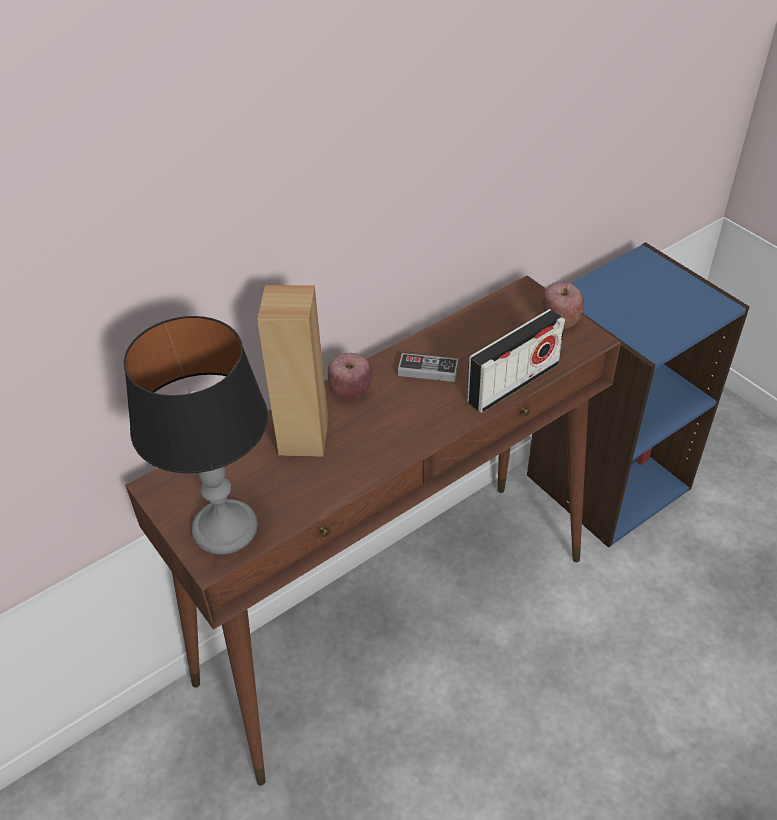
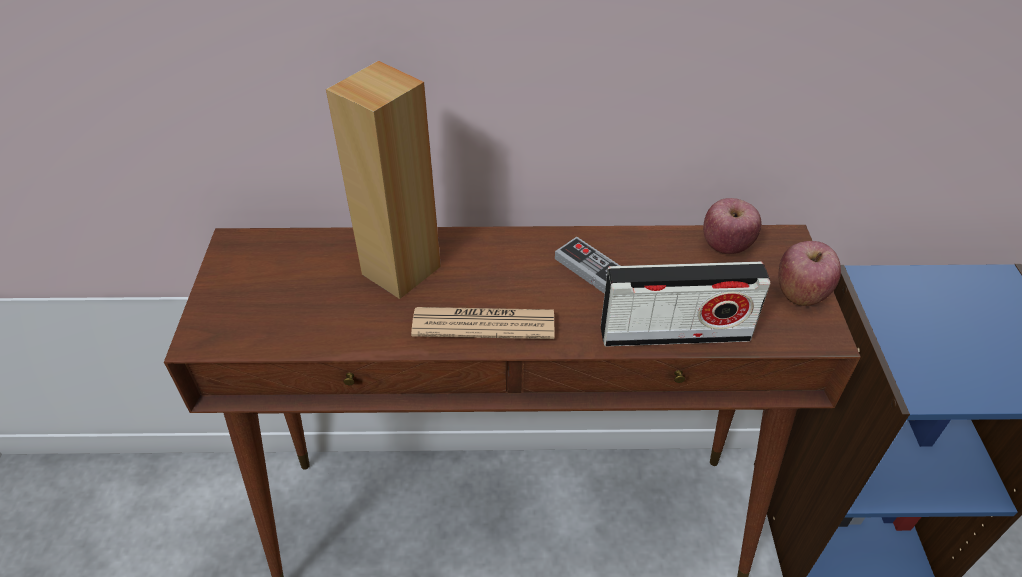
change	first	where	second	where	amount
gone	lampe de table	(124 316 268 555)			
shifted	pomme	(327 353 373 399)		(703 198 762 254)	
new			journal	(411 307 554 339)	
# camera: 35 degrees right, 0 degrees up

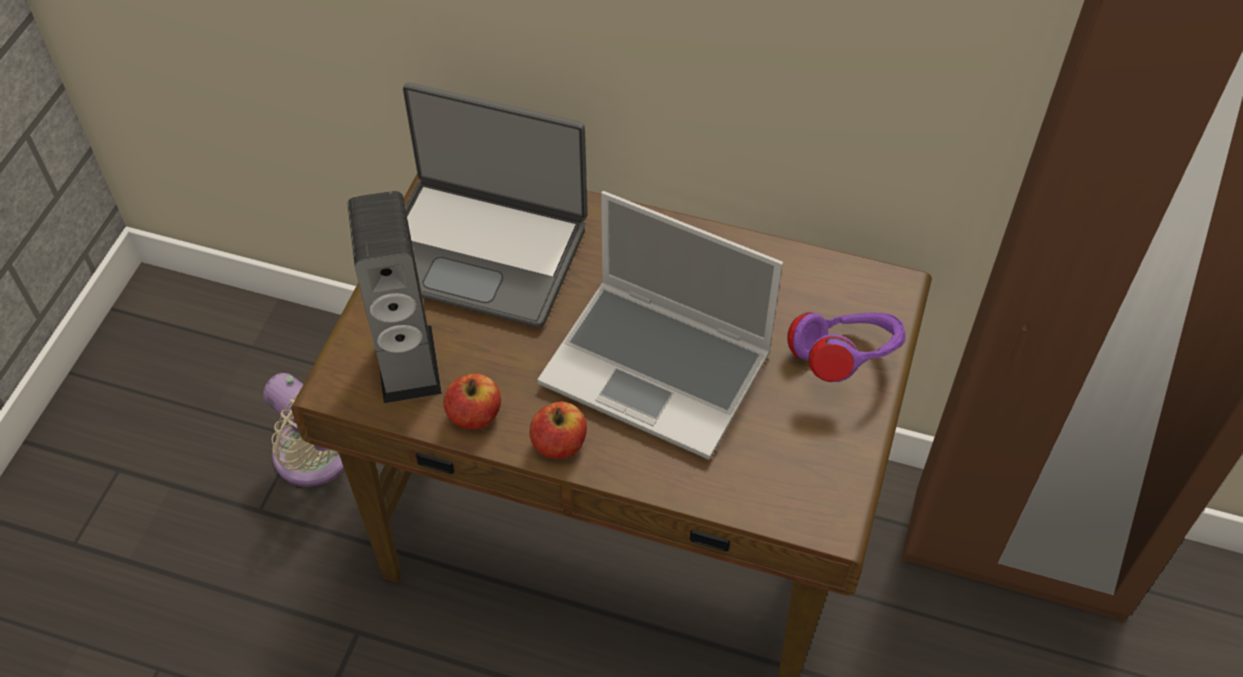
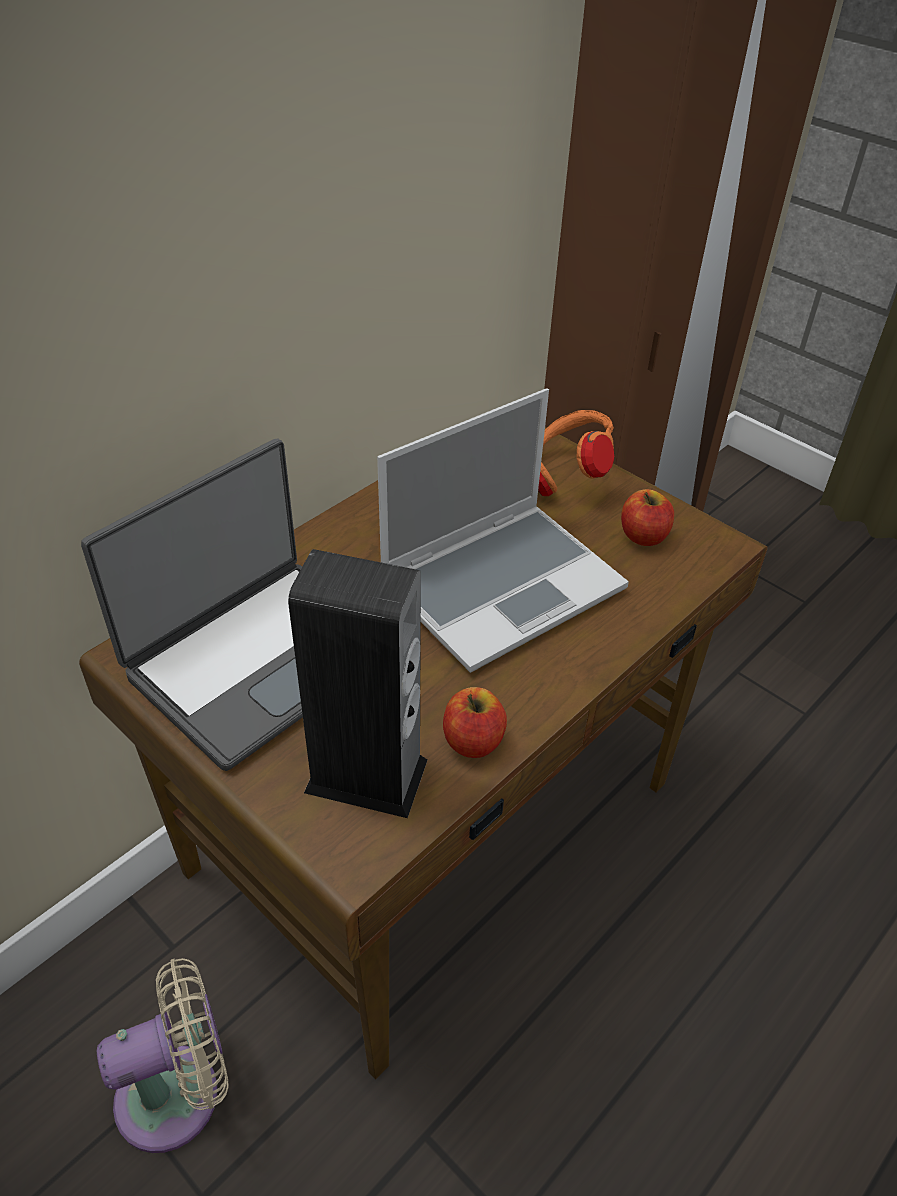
change	first	where	second	where	amount
shifted	pomme	(530 401 587 459)		(621 489 674 546)	
repainted	casque audio/violet	(787 312 906 382)	casque audio/orange	(538 410 614 496)	
# camera: 65 degrees left, 10 degrees down

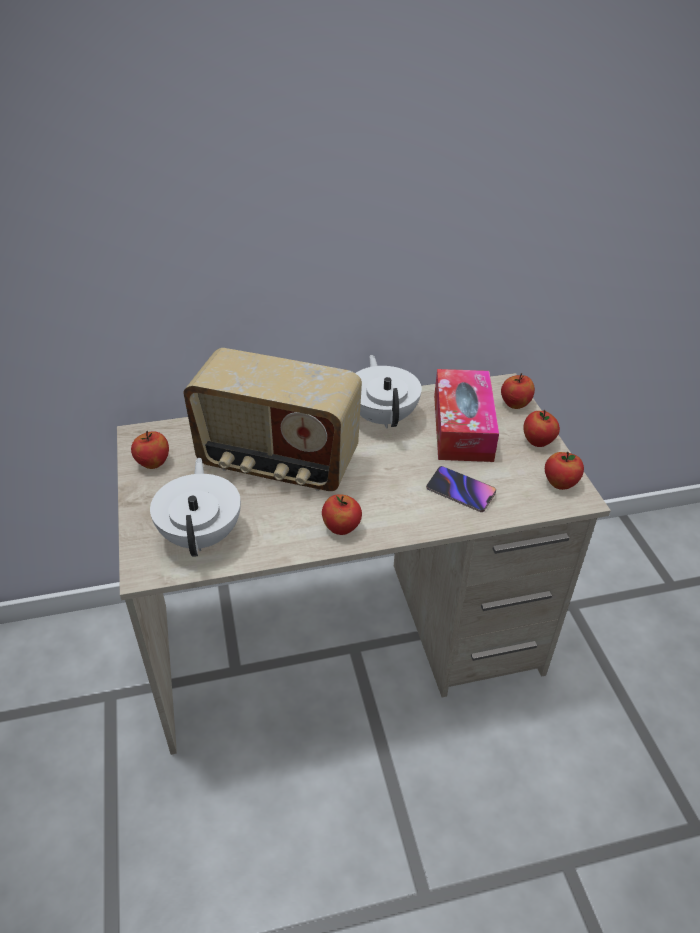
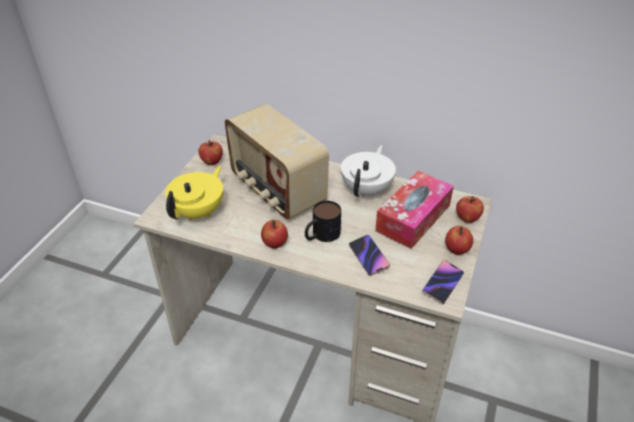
change	first	where	second	where	amount
repainted	théière/blanc	(150 458 241 557)	théière/jaune	(165 166 223 220)	
swapped	pomme	(545 452 584 490)	téléphone	(422 260 464 305)	
new			mug	(305 201 341 242)	
# camera: 35 degrees right, 0 degrees up

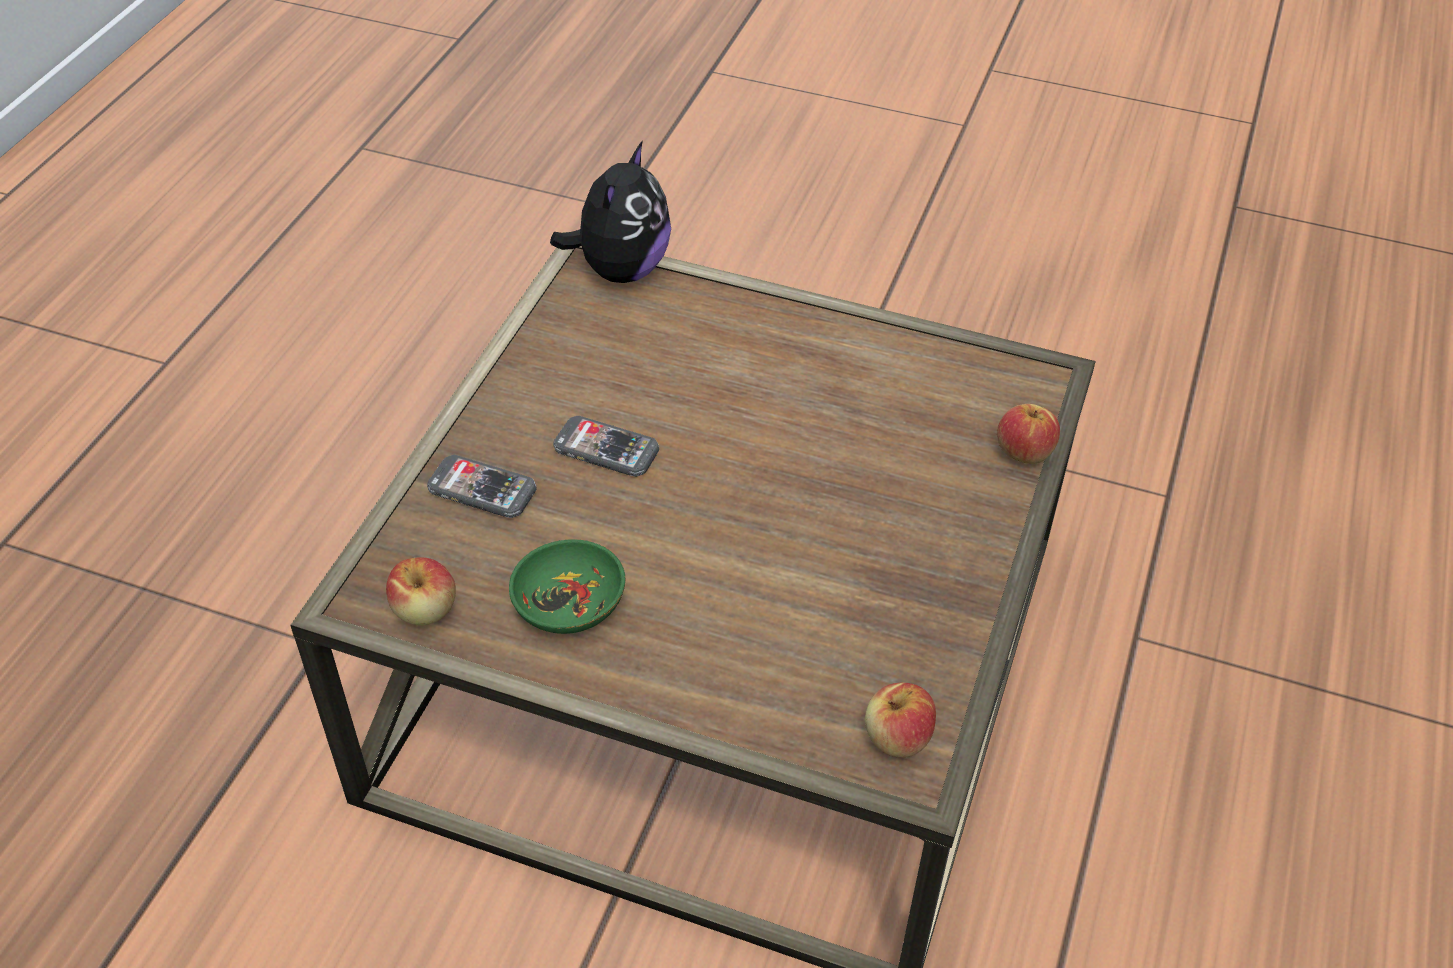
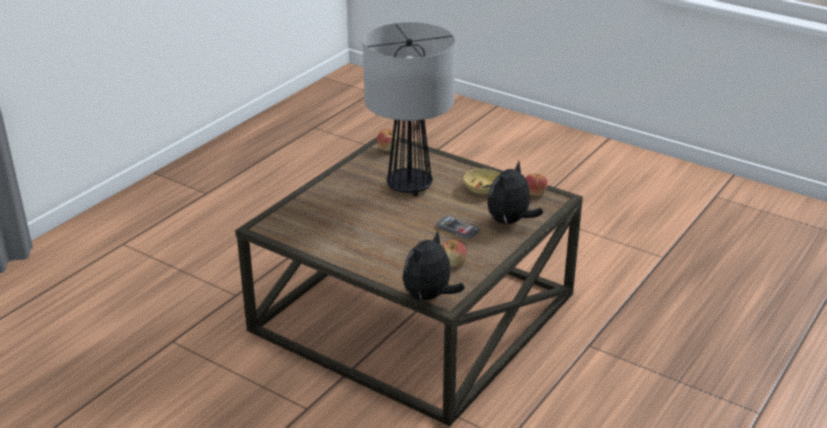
change	first	where	second	where	amount
swapped	téléphone	(427 455 537 518)	peluche	(487 160 543 224)	
repainted	bol/vert	(509 539 625 634)	bol/beige	(463 169 500 194)	
shifted	pomme	(997 404 1060 464)		(442 240 467 267)	
new			lampe de table	(363 22 456 196)	
# camera: 165 degrees left, 15 degrees down

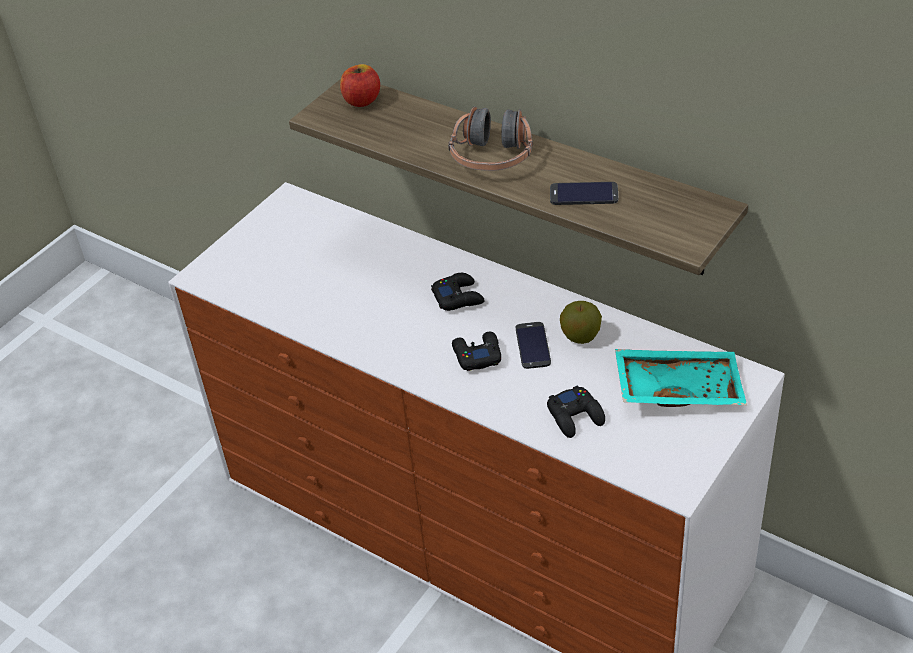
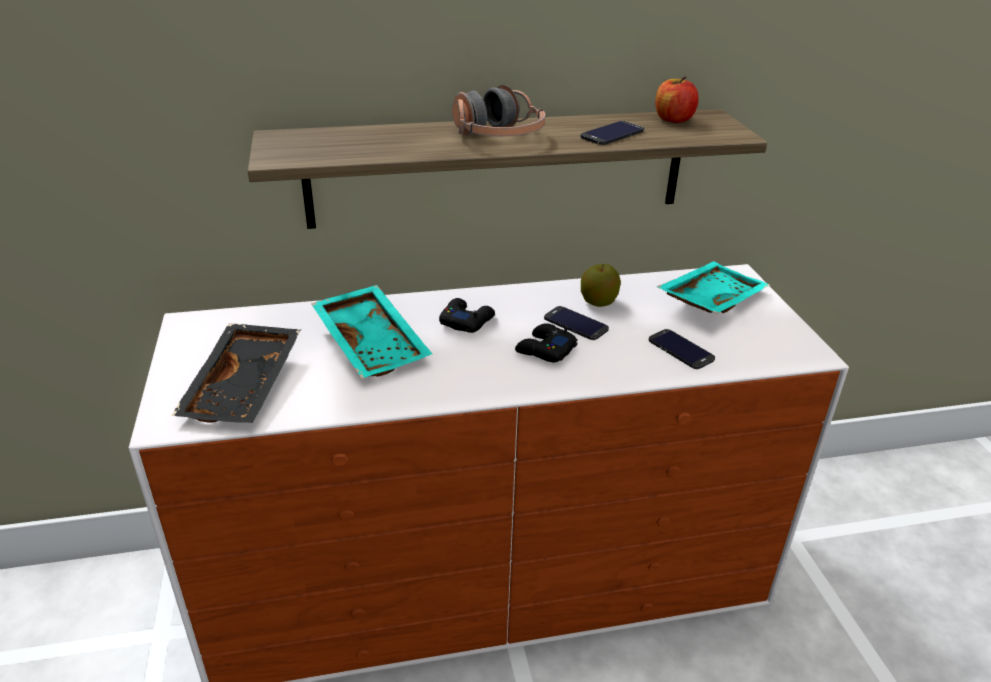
change	first	where	second	where	amount
shifted	pomme	(340 64 380 107)		(655 76 699 123)	
swapped	manette/noir	(547 385 605 438)	téléphone	(649 329 715 369)	
new			plateau/noir	(171 323 301 423)	
new			plateau/turquoise	(311 285 432 379)	
# camera: 50 degrees left, 10 degrees down

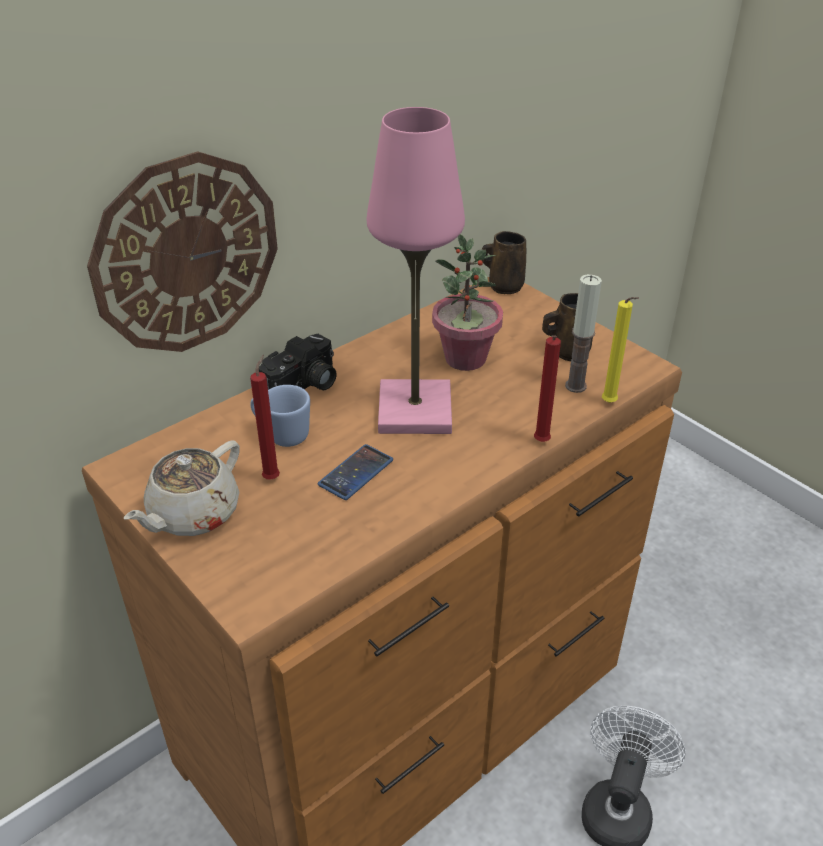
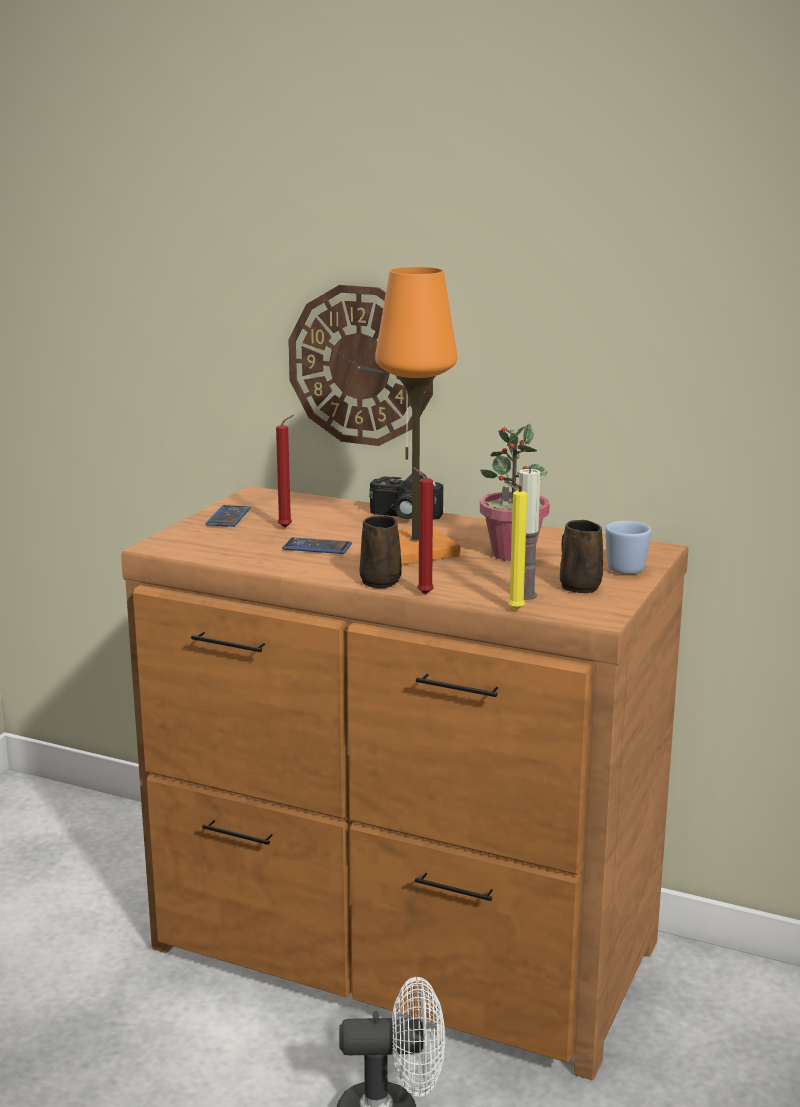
change	first	where	second	where	amount
swapped	théière/beige	(124 440 240 536)	téléphone	(205 505 251 527)	
shifted	mug/bleu	(250 385 310 447)		(605 521 651 574)	
repainted	lampe de table/rose	(367 107 465 434)	lampe de table/orange	(375 267 460 565)	
shifted	mug/marron	(482 231 526 294)		(360 515 402 588)	
# camera: 65 degrees right, 20 degrees down

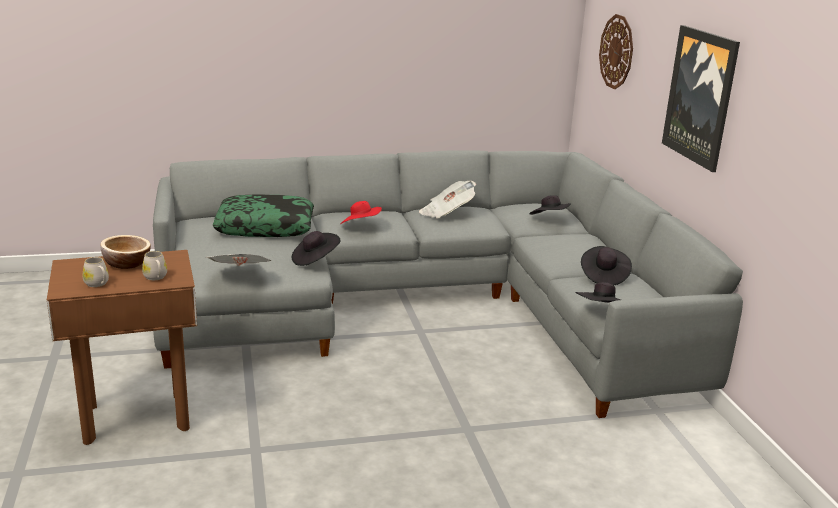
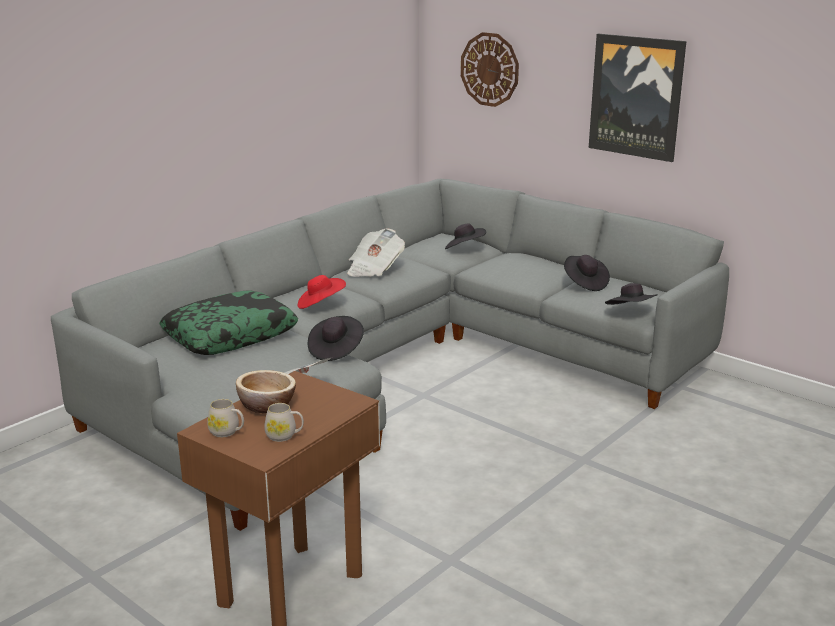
change	first	where	second	where	amount
shifted	mug/blanc	(142 251 167 280)		(207 399 244 437)	
# camera: 35 degrees left, 0 degrees up

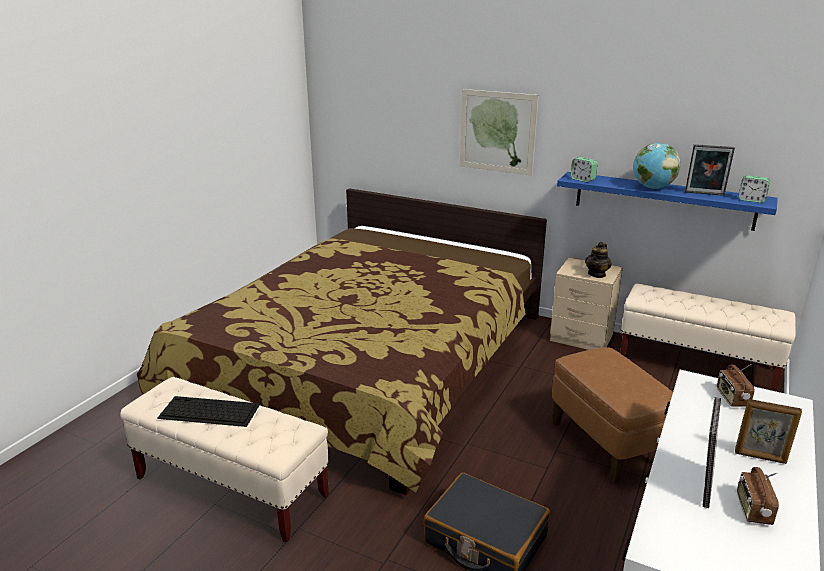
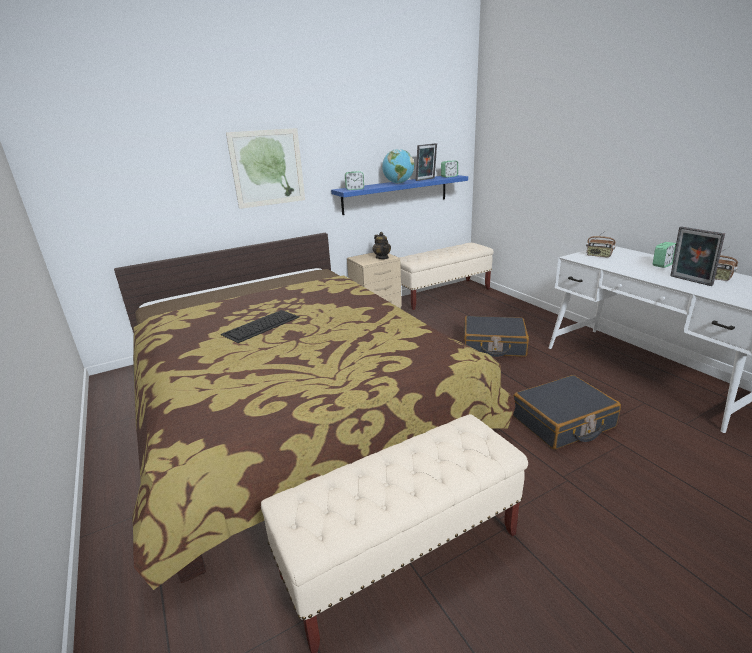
change	first	where	second	where	amount
shifted	clavier	(157 396 260 427)		(221 310 299 343)	
swapped	pouf/marron	(552 347 673 484)	valise/noir	(464 316 529 357)	
swapped	cadre photo	(735 399 802 464)	réveil	(653 242 676 268)	
# camera: 55 degrees left, 0 degrees up

